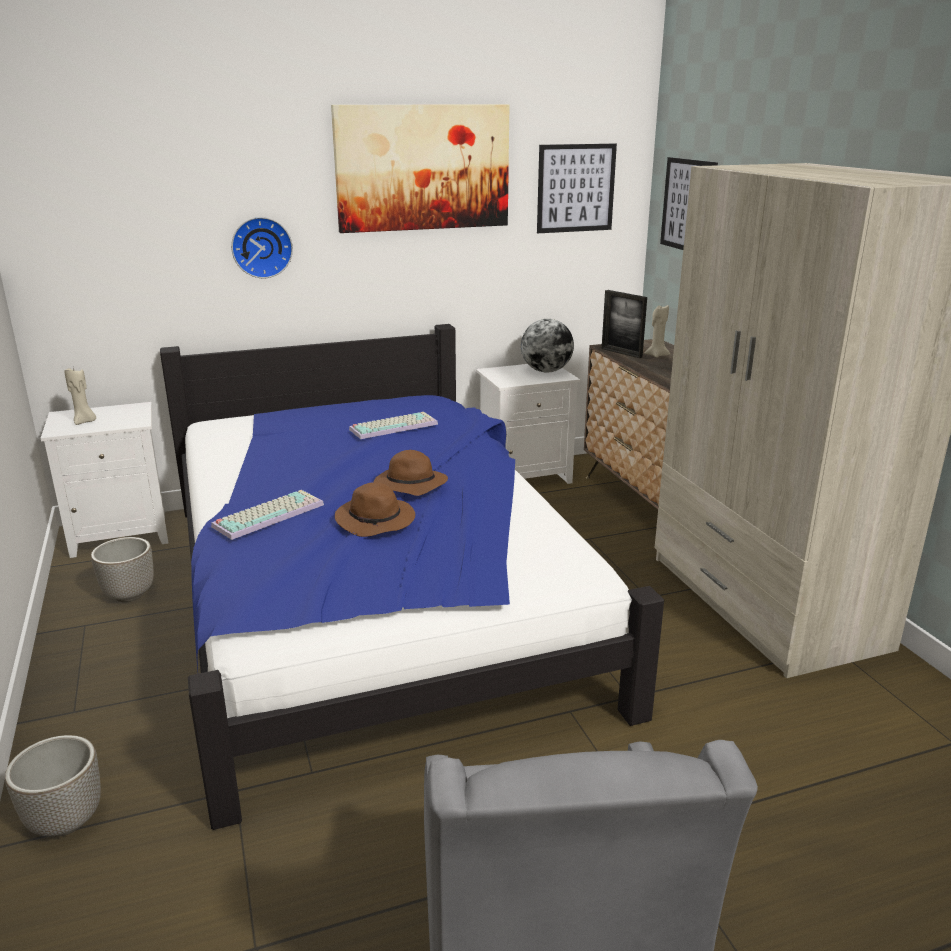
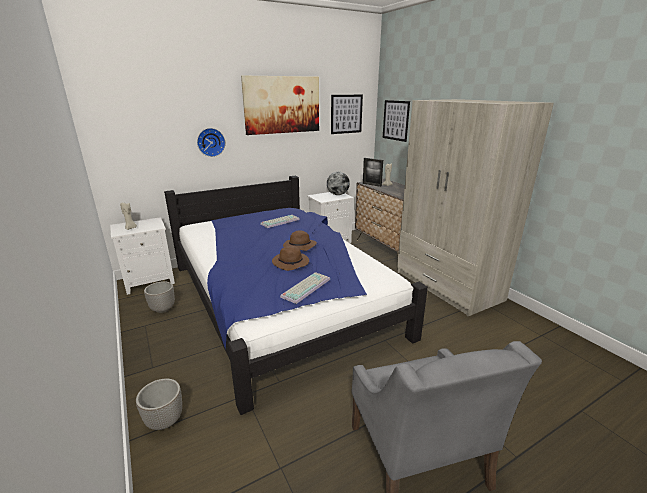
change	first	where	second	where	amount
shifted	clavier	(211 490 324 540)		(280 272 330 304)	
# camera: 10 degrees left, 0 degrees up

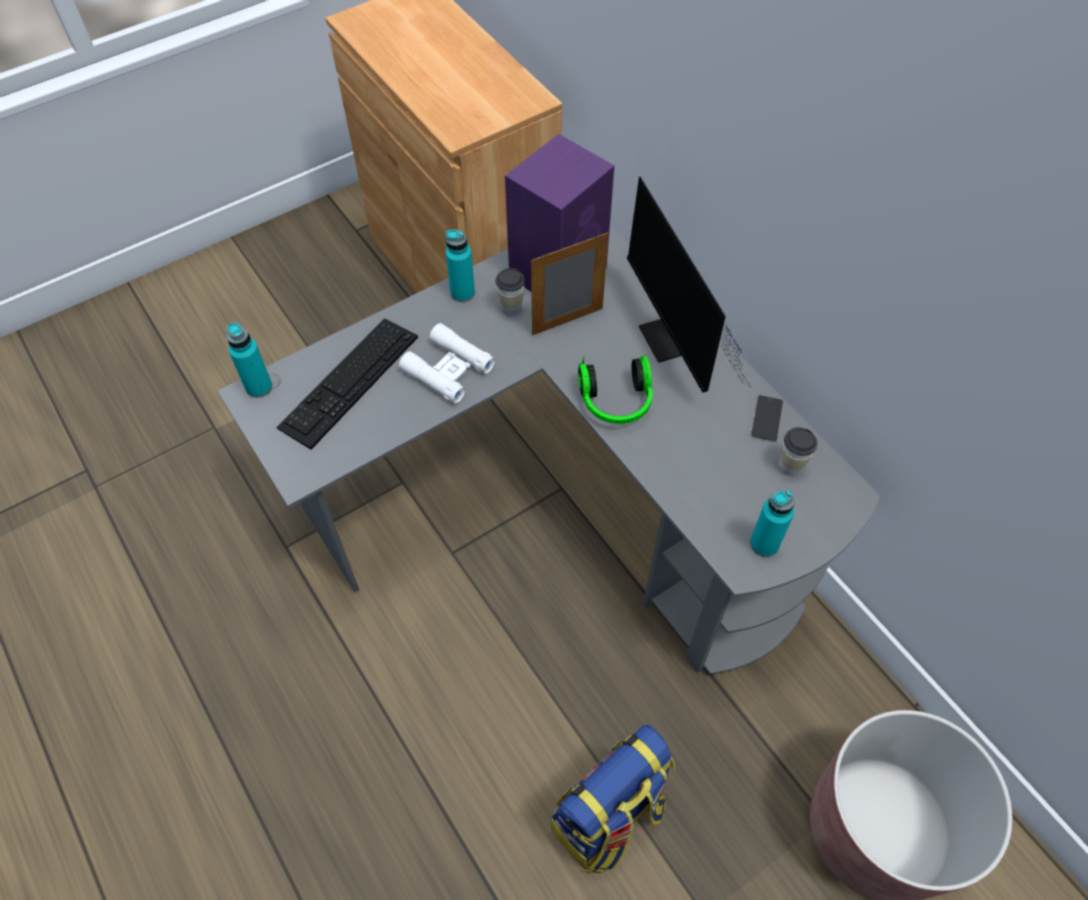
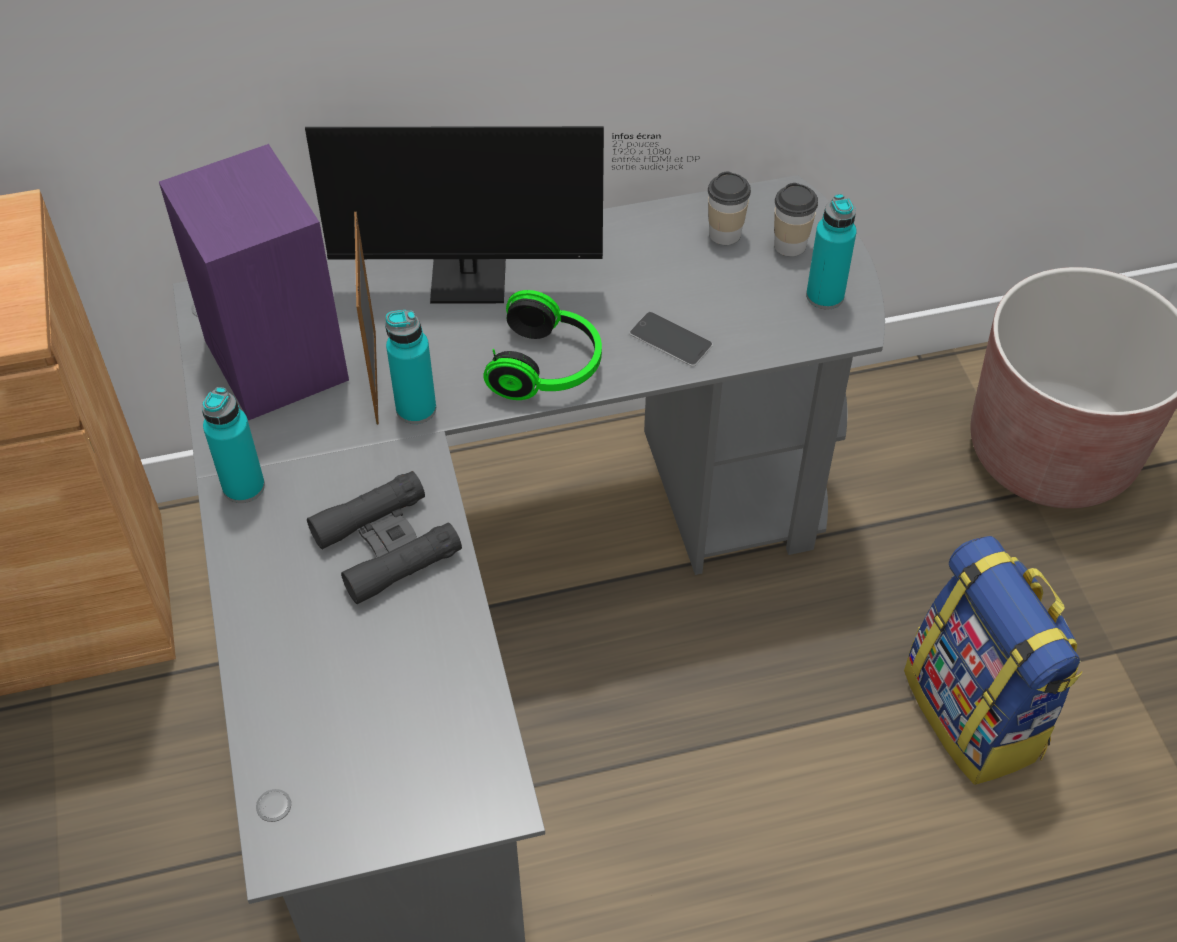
change	first	where	second	where	amount
shifted	bouteille/turquoise	(226 322 272 398)		(385 310 436 424)	
gone	clavier	(276 318 418 449)			
repainted	jumelles/blanc	(399 323 495 403)	jumelles/noir	(307 471 462 604)	
shifted	tasse	(495 268 525 316)		(774 183 818 257)	
shifted	téléphone	(750 395 783 443)		(629 312 713 366)	
# camera: 70 degrees left, 5 degrees down

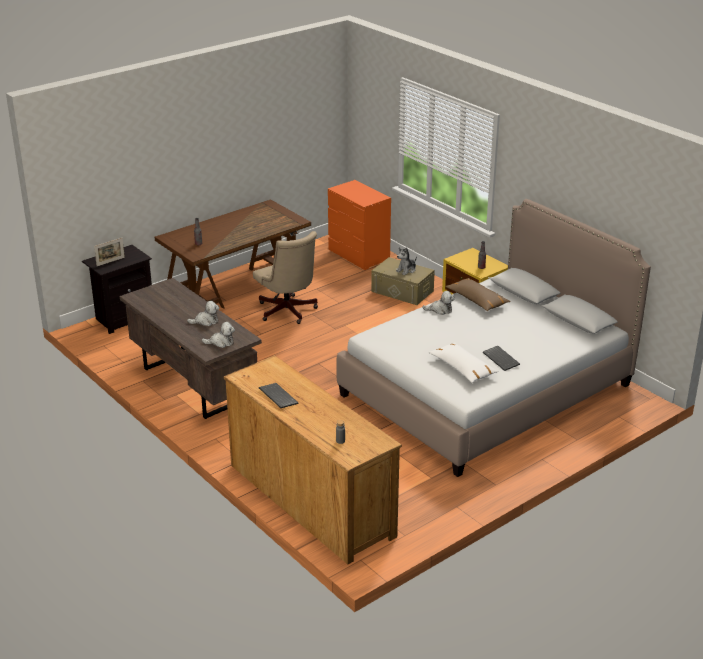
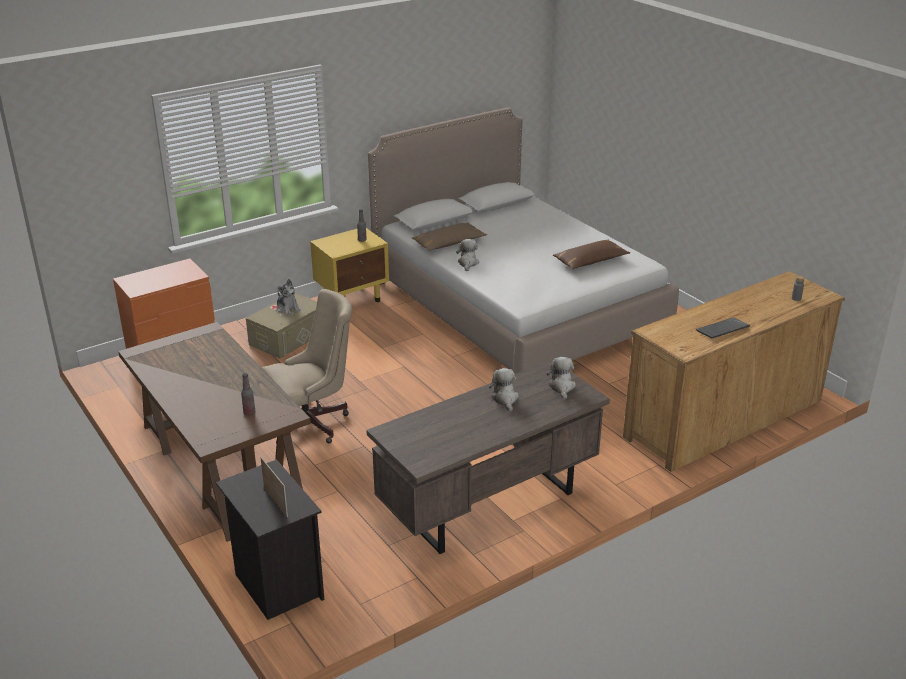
change	first	where	second	where	amount
repainted	coussin/blanc	(428 343 499 383)	coussin/marron	(553 239 630 269)	
gone	clavier	(483 346 520 371)			
# camera: 85 degrees left, 0 degrees up

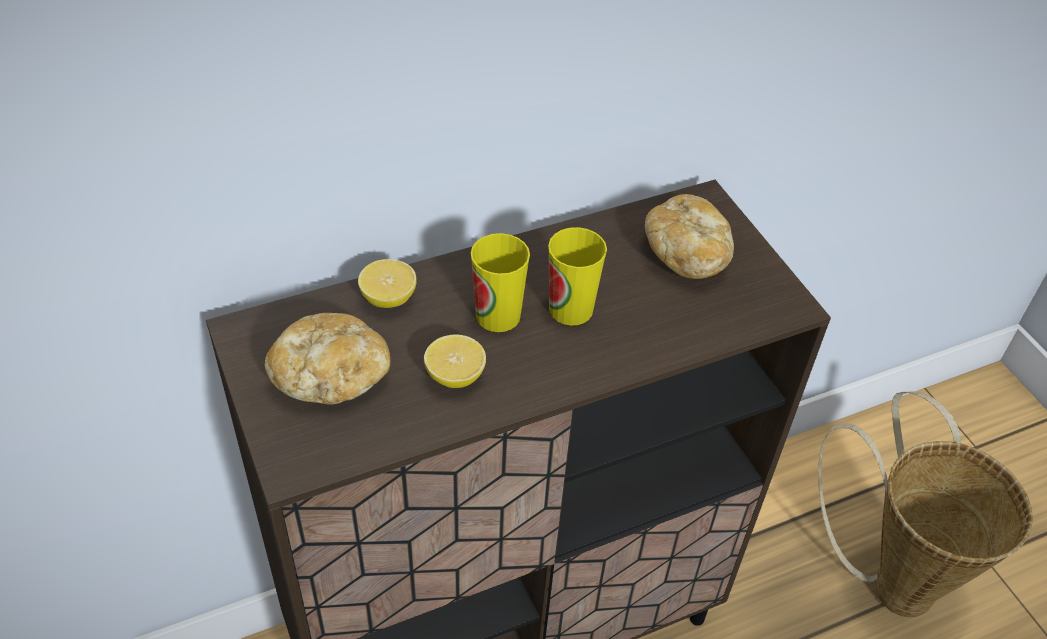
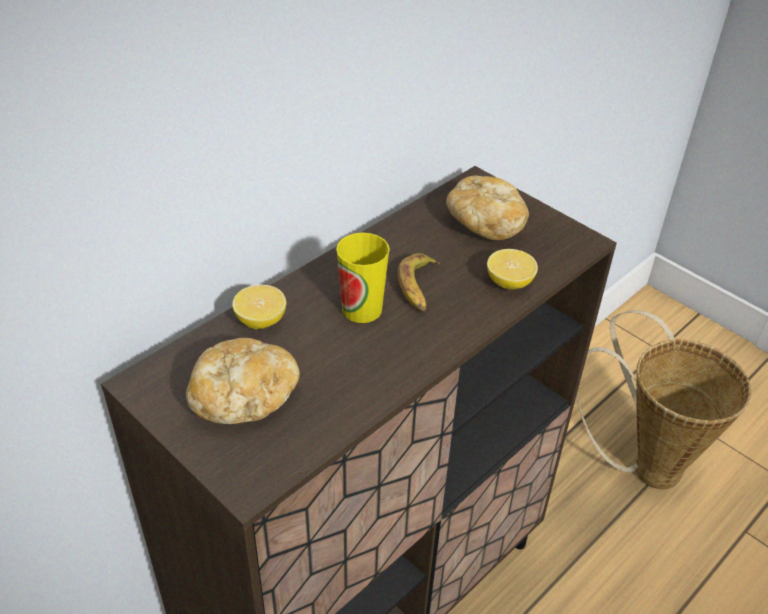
change	first	where	second	where	amount
shifted	citron	(424 334 486 388)		(487 249 538 290)	
swapped	tasse	(548 227 607 326)	banane	(398 253 440 312)	
# camera: 20 degrees left, 5 degrees down

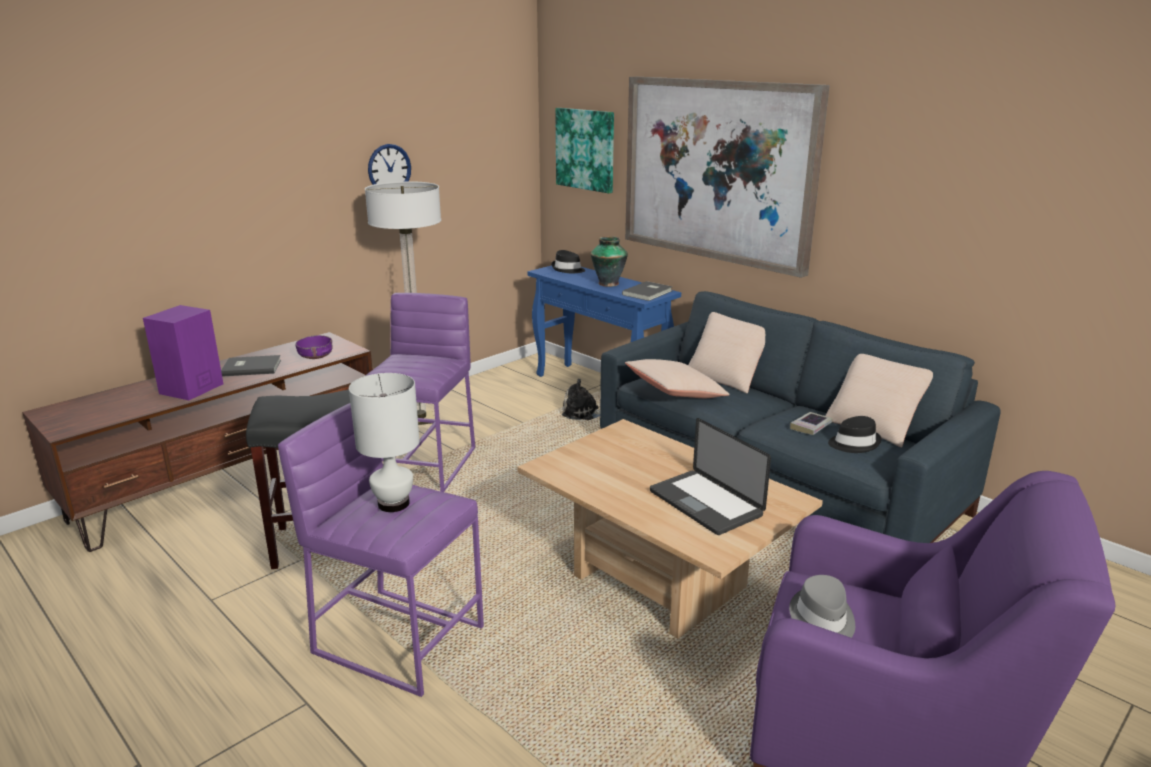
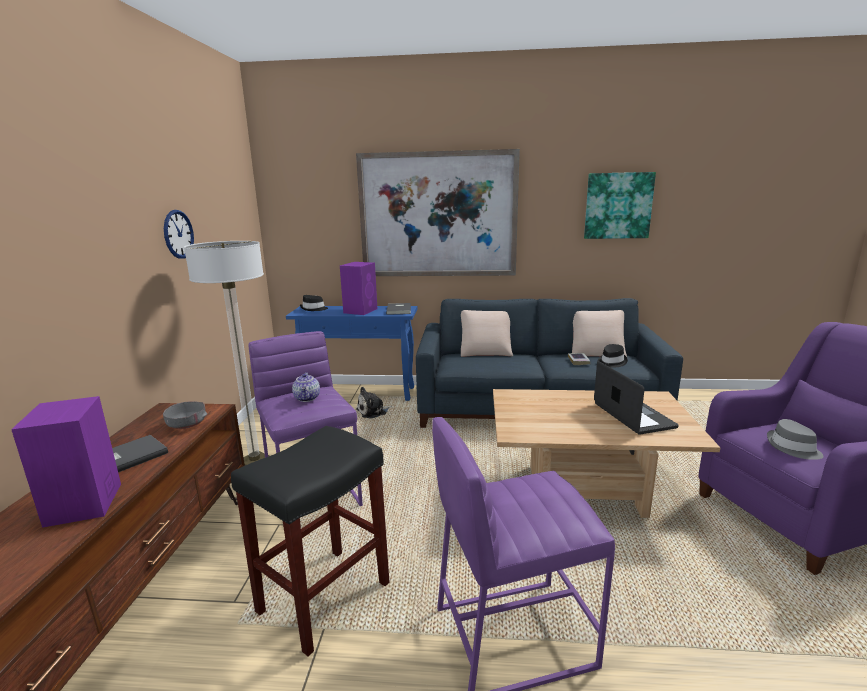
change	first	where	second	where	amount
repainted	bol/violet	(295 335 332 359)	bol/gris	(163 401 207 429)	
gone	lampe de table/blanc	(349 373 419 512)			
shifted	tableau	(555 108 614 193)		(584 172 656 239)	
swapped	vase	(591 236 628 287)	enceinte/violet	(340 262 377 315)	
gone	coussin/beige	(625 359 730 398)			
rotated	ordinateur portable	(650 418 771 535)		(594 361 678 434)	120 degrees counterclockwise
new			théière	(292 372 320 402)	
# camera: 40 degrees left, 5 degrees down

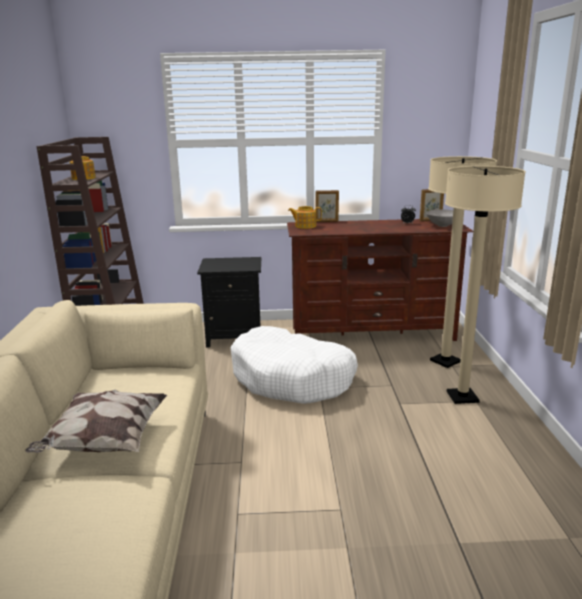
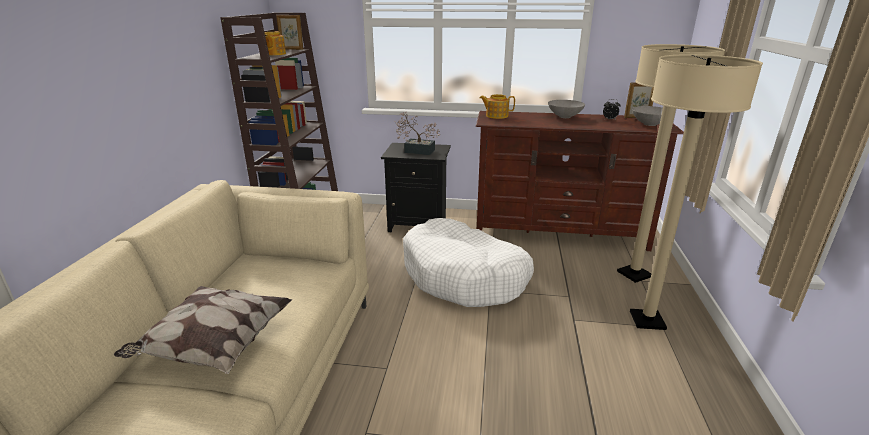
change	first	where	second	where	amount
shifted	cadre photo	(315 190 339 222)		(276 15 303 50)	
new			plante en pot	(395 112 440 155)	
new			bol/gris	(548 100 585 118)	
# camera: 10 degrees right, 5 degrees up

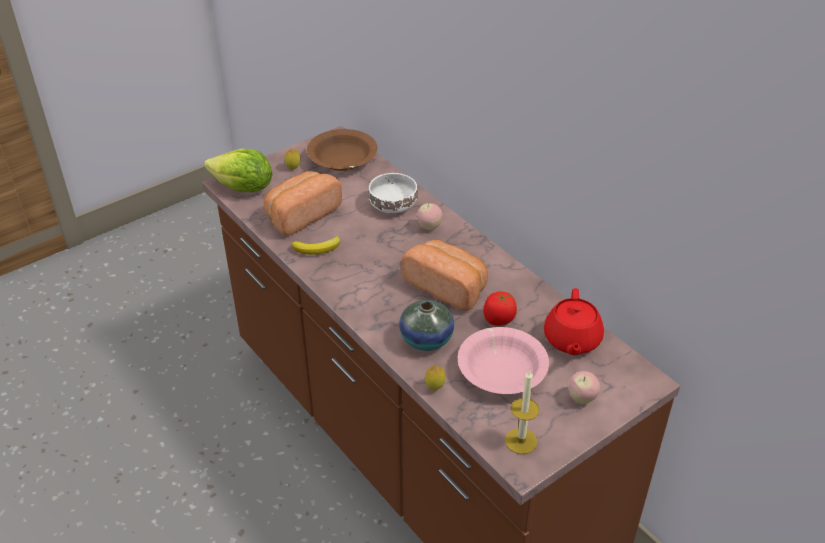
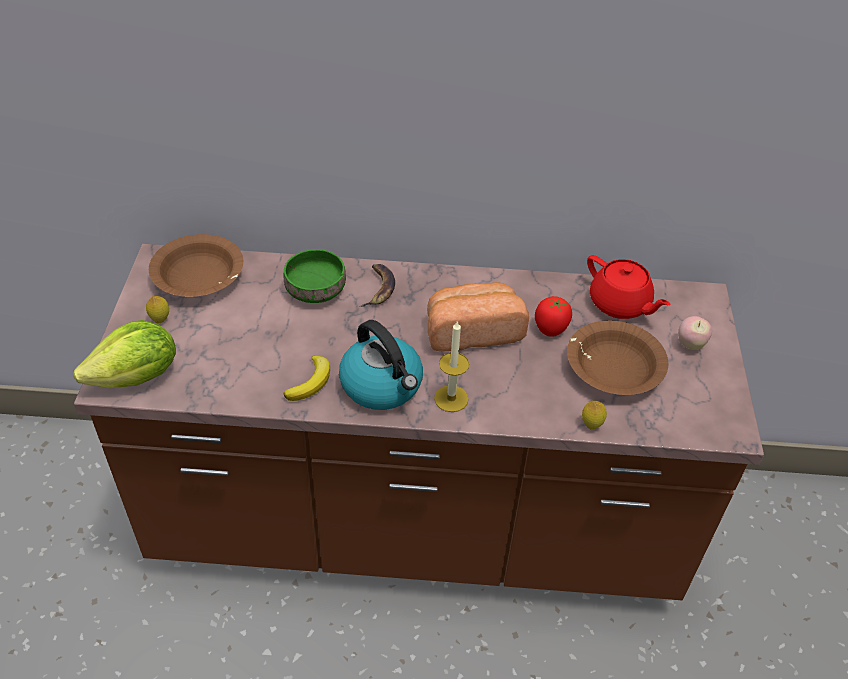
change	first	where	second	where	amount
gone	pain	(264 171 342 236)			
repainted	bol/blanc	(368 173 418 213)	bol/vert	(284 249 346 303)	
gone	vase	(399 300 454 351)			
swapped	pomme	(417 203 443 230)	banane	(360 264 395 307)	
repainted	bol/rose	(458 327 549 394)	bol/marron	(567 321 668 395)	
shifted	bougie	(505 370 539 454)		(434 320 469 412)	
new			bouilloire	(339 320 423 410)	
# camera: 50 degrees left, 5 degrees up

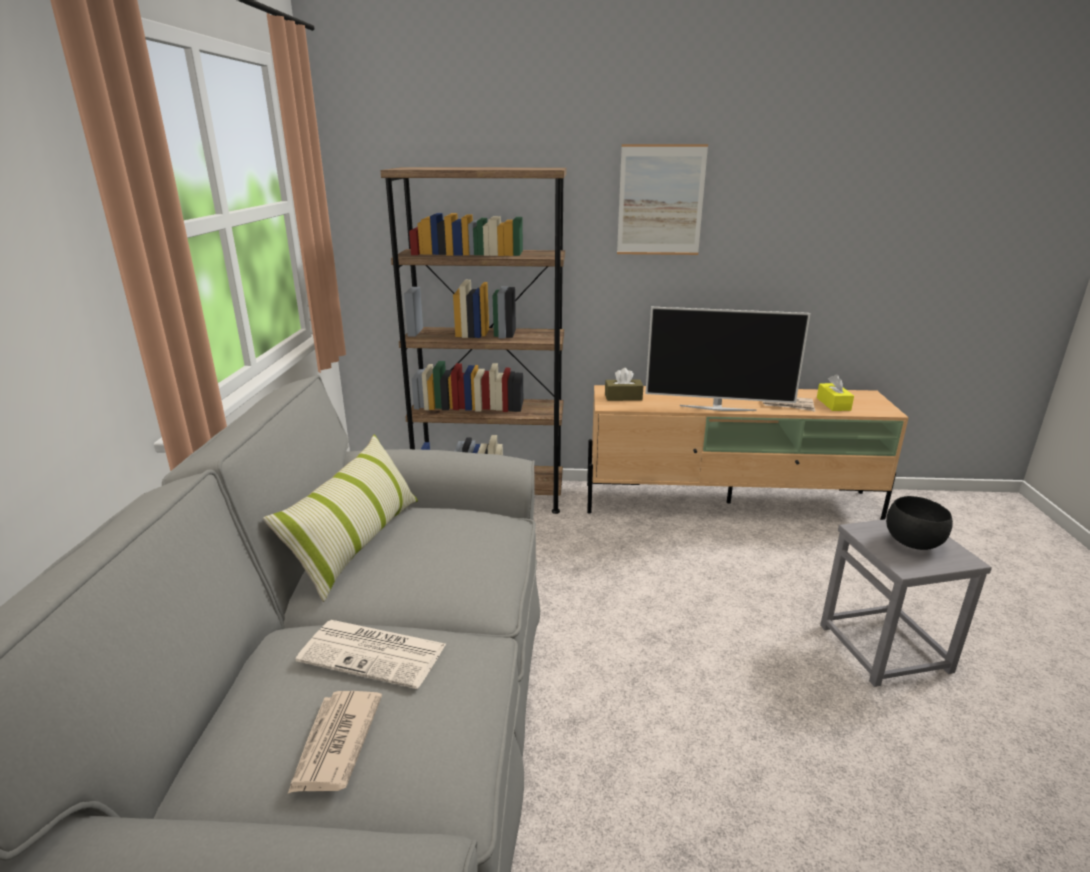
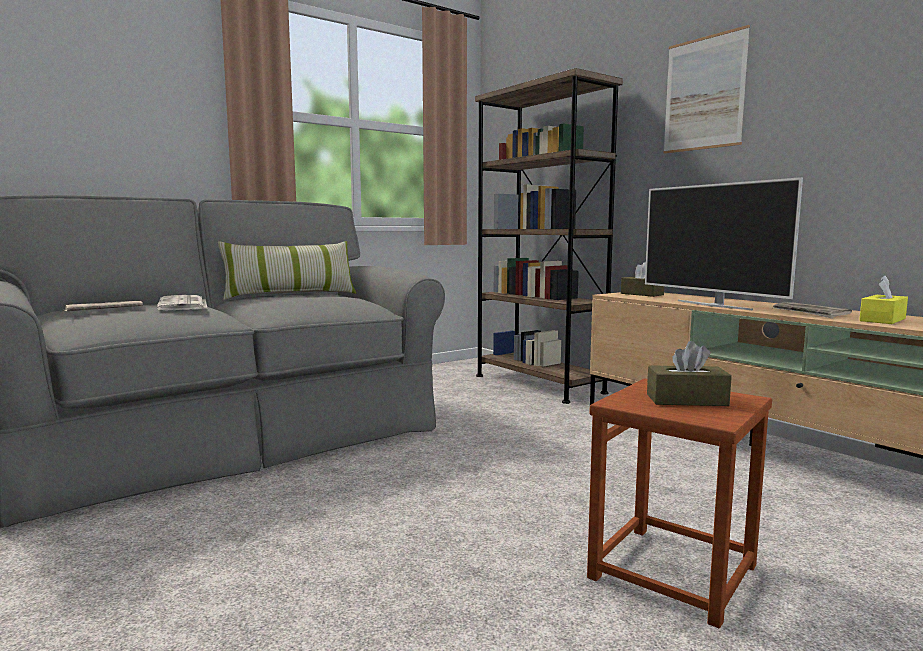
change	first	where	second	where	amount
repainted	tabouret/gris	(820 519 992 687)	tabouret/marron	(587 378 772 628)	
swapped	bol/noir	(886 496 953 550)	boîte à mouchoirs/marron	(647 341 732 406)	
# camera: 50 degrees right, 15 degrees down

